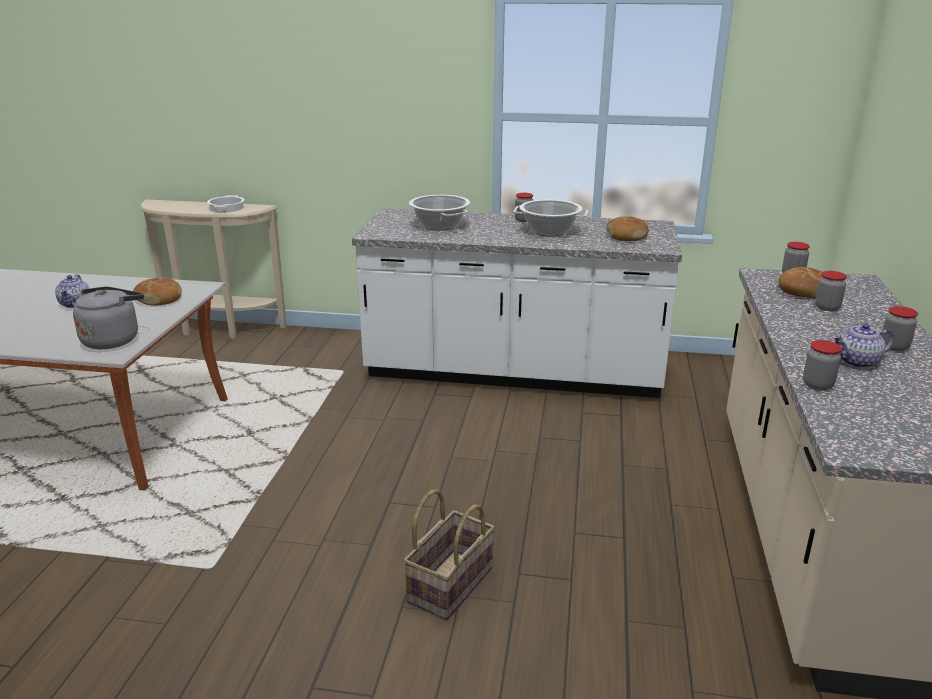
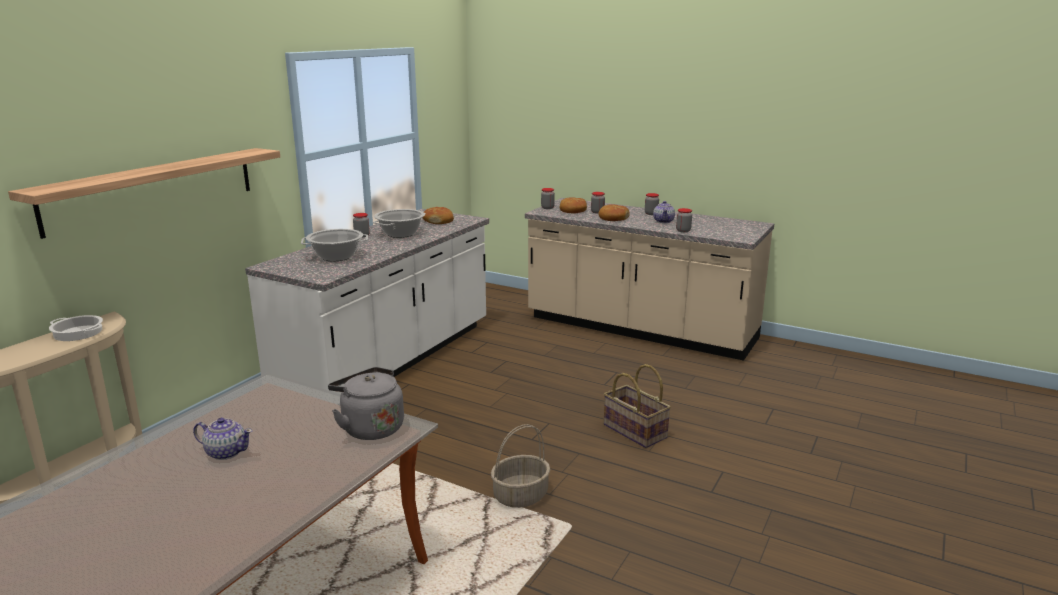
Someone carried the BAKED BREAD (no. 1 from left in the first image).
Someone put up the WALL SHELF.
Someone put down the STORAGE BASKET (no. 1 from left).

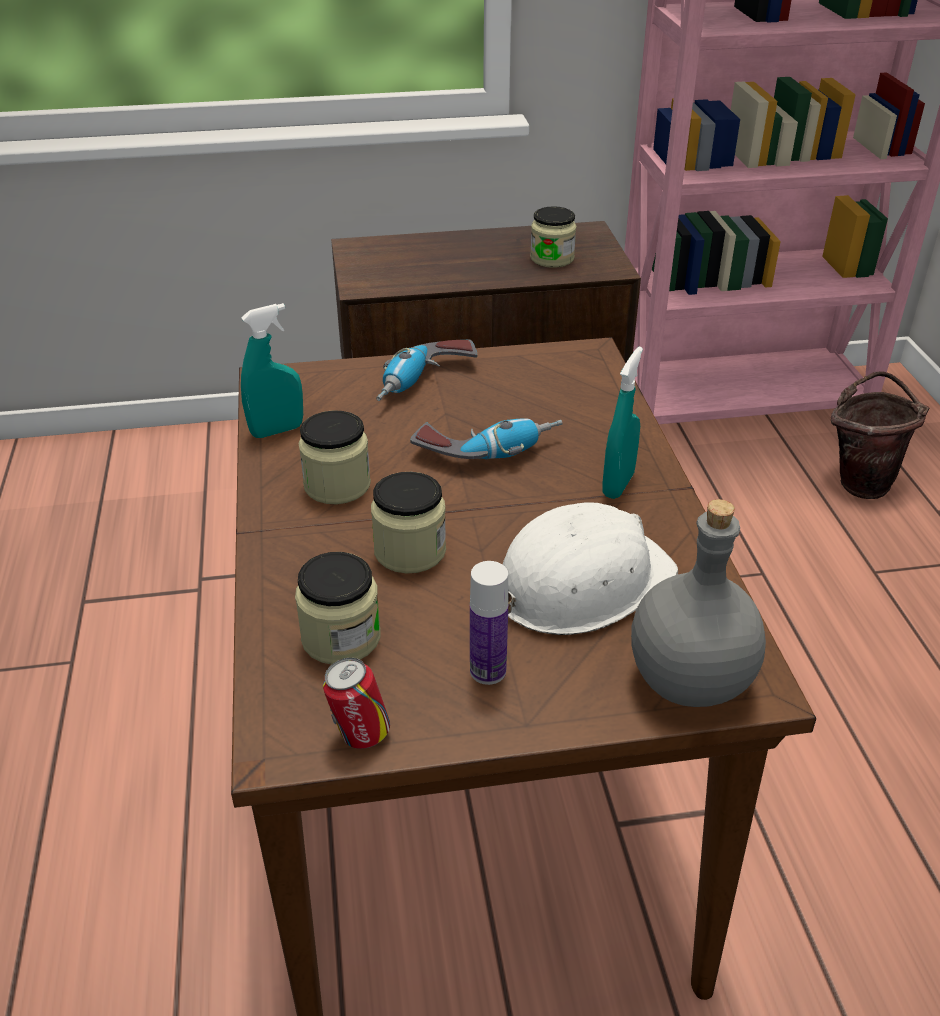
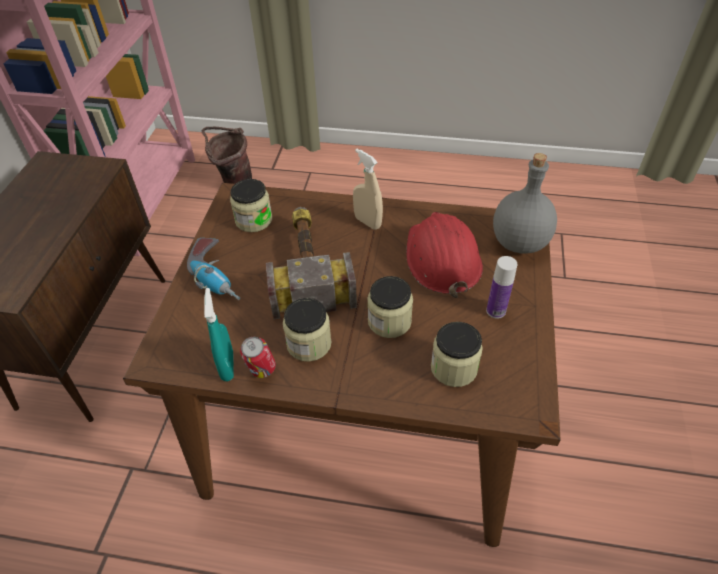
Someone carried the JAR (no. 4 from left in the first image).
Someone repainted the TURQUOISE-COLOURED HAND SPRAYER (no. 2 from left), which became the BEIGE HAND SPRAYER.
Someone swapped the DRILL (no. 2 from left) for the HAMMER.
Someone repainted the WHITE-COLOURED HARD HAT, which became the REDDISH HARD HAT.
Someone carried the CAN.

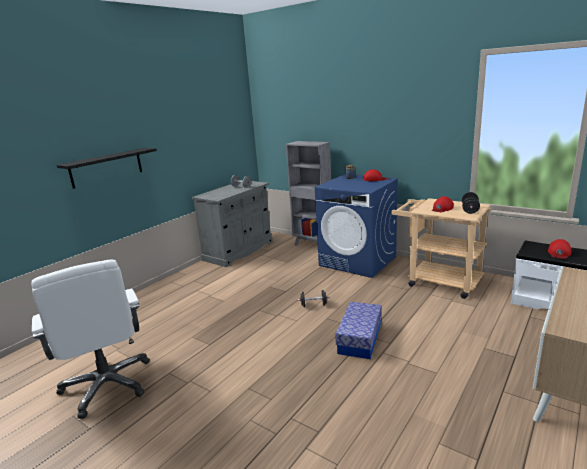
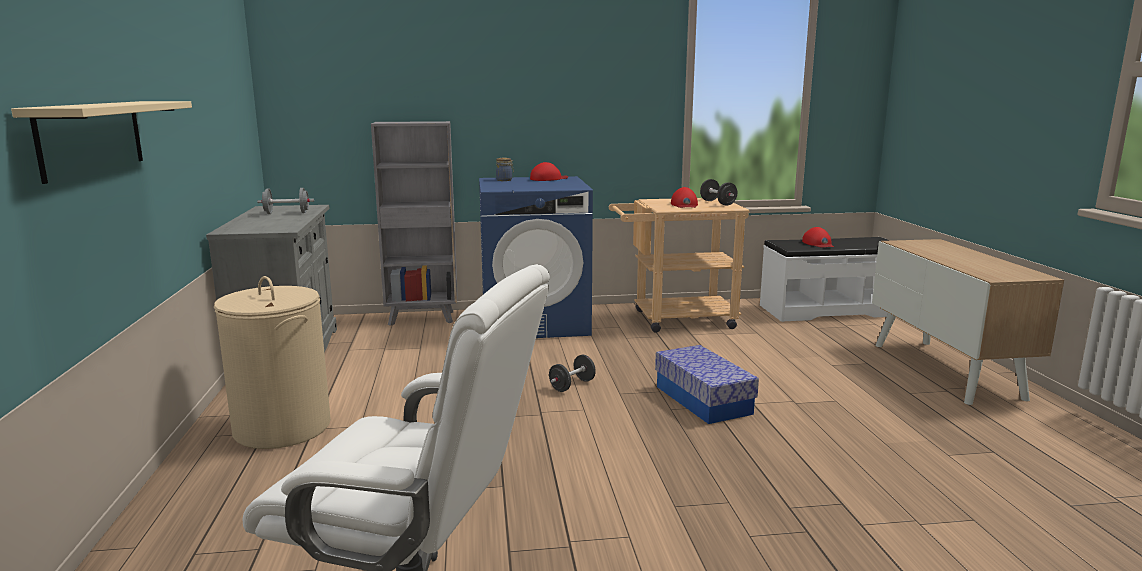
Someone repainted the BLACKISH WALL SHELF, which became the BEIGE WALL SHELF.
Someone put down the BEIGE LAUNDRY BASKET.

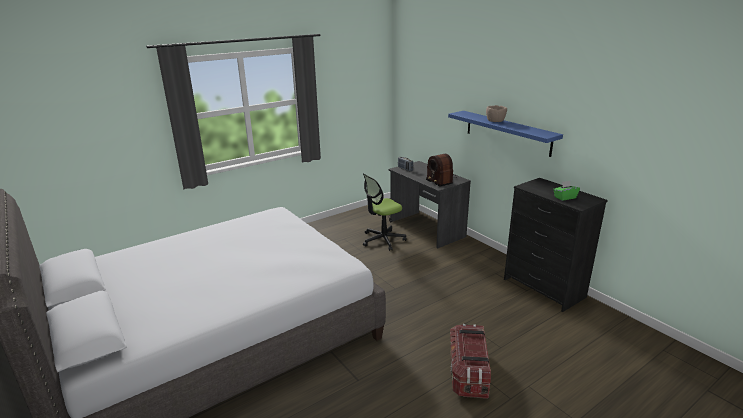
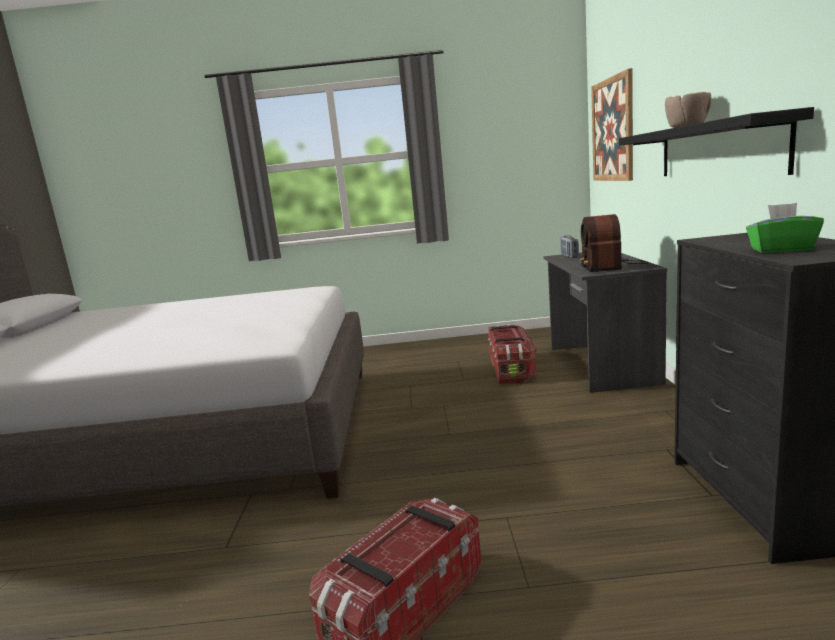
Someone repainted the BLUISH WALL SHELF, which became the BLACKISH WALL SHELF.
Someone swapped the COMPUTER CHAIR for the STORAGE BOX (no. 2 from left).
Someone put up the WALL ART.

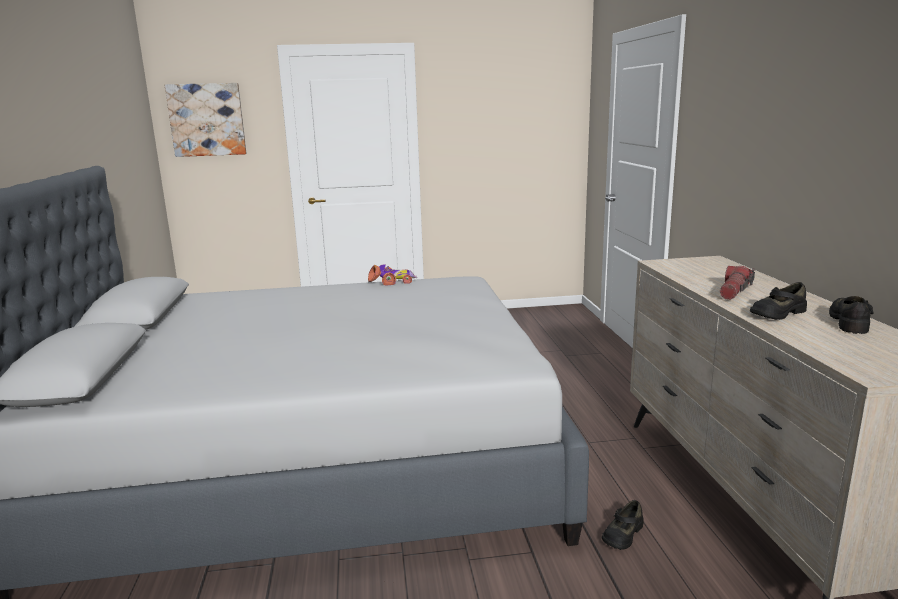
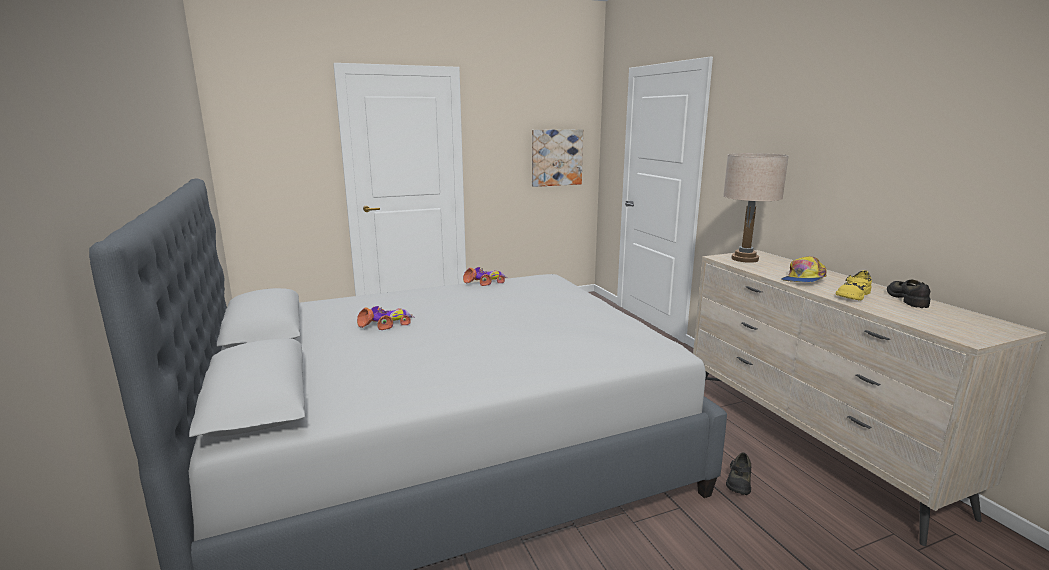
Someone carried the WALL ART.
Someone swapped the HAND TORCH for the BASEBALL CAP.
Someone repainted the BLACKISH LOW SHOE (no. 2 from left), which became the YELLOW LOW SHOE.
Someone put down the BEIGE LAMP FOR A TABLE.
Someone put down the MODEL CAR (no. 1 from left).

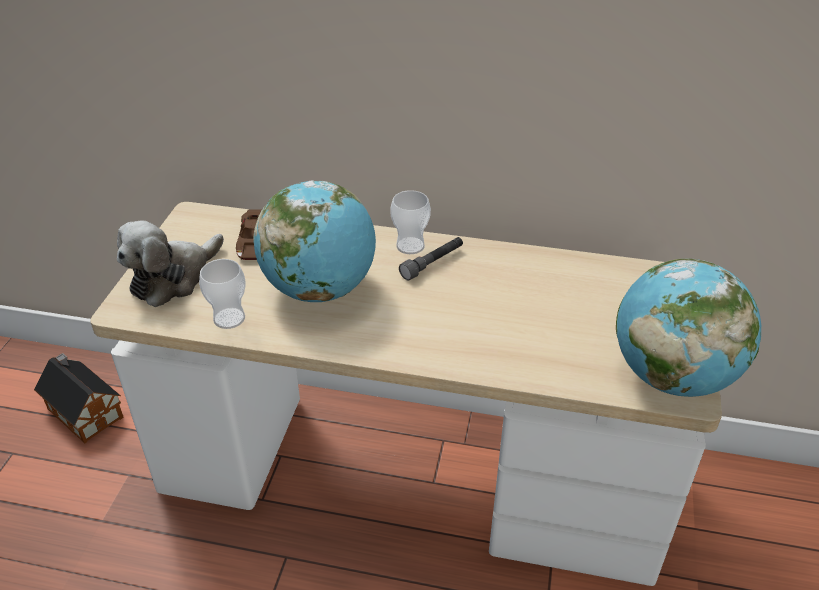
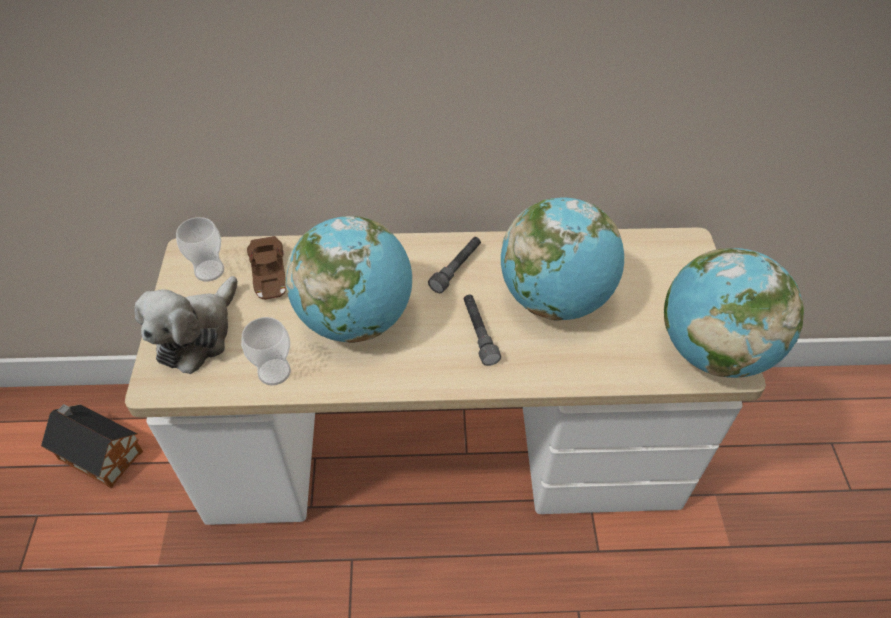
Someone carried the DRINKING CUP (no. 2 from left in the first image).
Someone put down the GLOBE (no. 2 from left).
Someone put down the GRAY HAND TORCH (no. 2 from left).

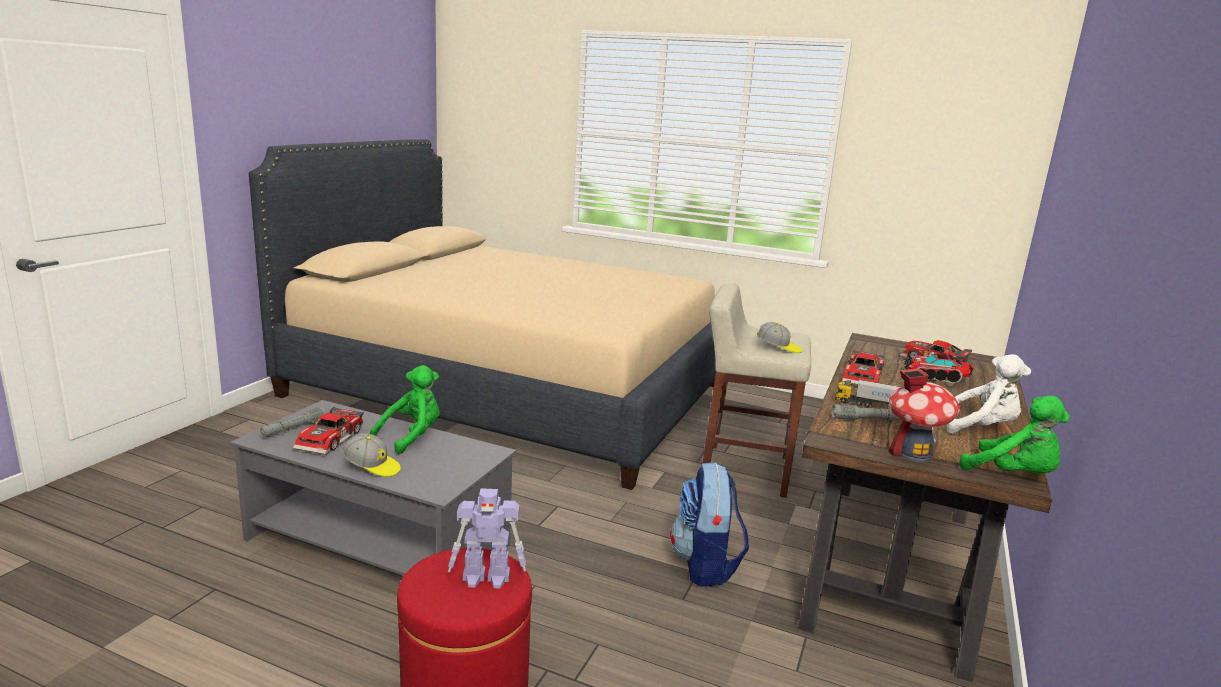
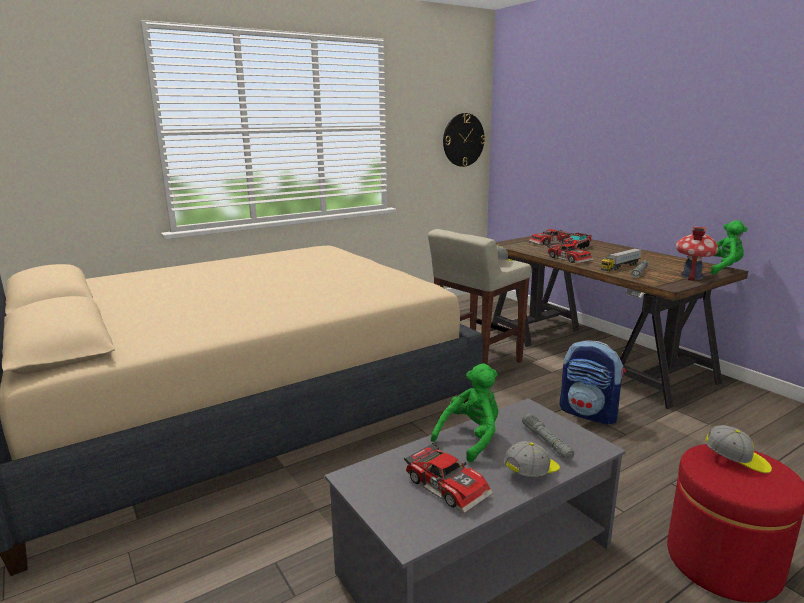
Someone took away the WHITE-COLOURED CUDDLY TOY.
Someone rotated the GREENISH CUDDLY TOY (no. 1 from left) by 60 degrees clockwise.
Someone carried the GRAY HAND TORCH (no. 1 from left).
Someone swapped the ROBOT FIGURE for the BASEBALL CAP (no. 3 from left).
Someone put up the HANGING CLOCK.

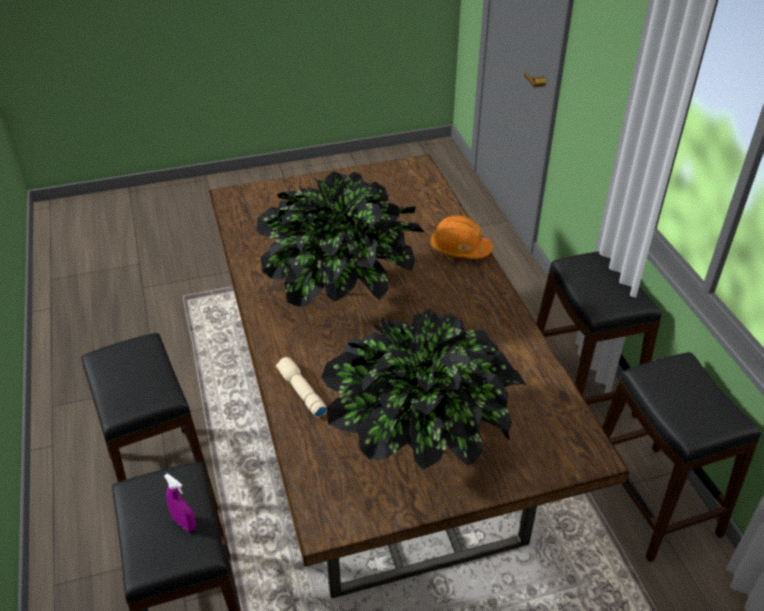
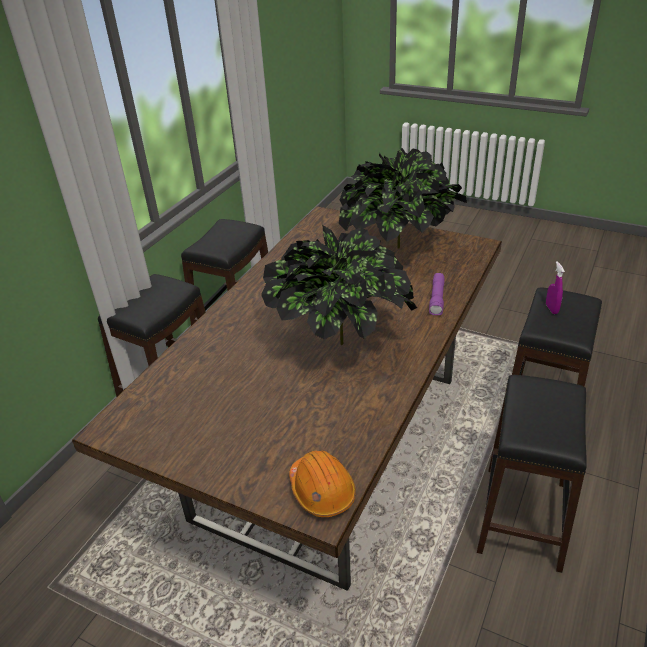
Someone carried the ORANGE HARD HAT.
Someone repainted the BEIGE HAND TORCH, which became the PURPLE HAND TORCH.

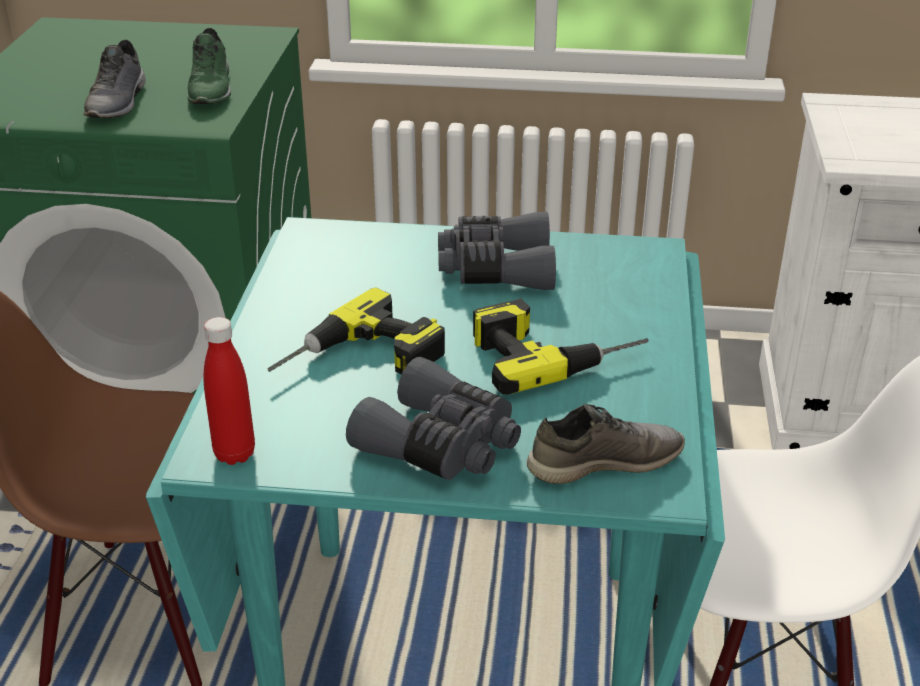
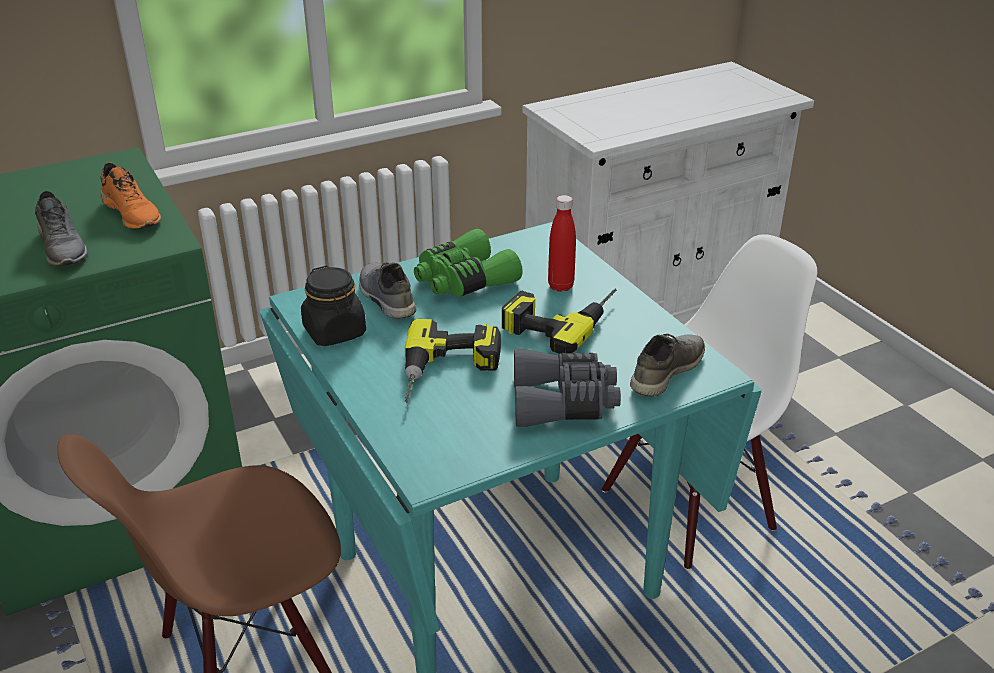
Someone repainted the GREENISH LOW SHOE, which became the ORANGE LOW SHOE.
Someone repainted the GRAY FIELD GLASSES (no. 2 from left), which became the GREENISH FIELD GLASSES.
Someone carried the REDDISH DRINK BOTTLE.
Someone put down the GRAY LOW SHOE (no. 2 from left).
Someone put down the BLACKISH JAR.

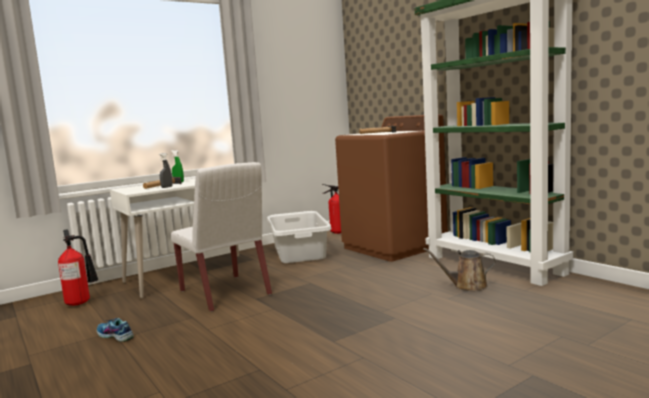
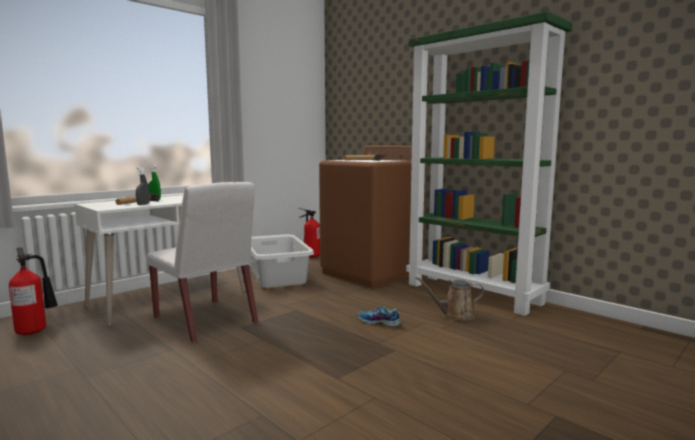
Someone carried the LOW SHOE.

